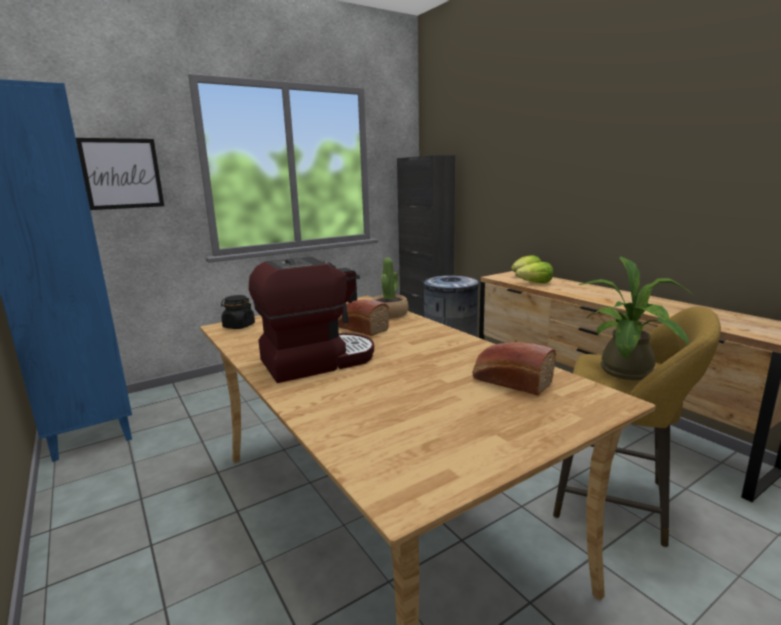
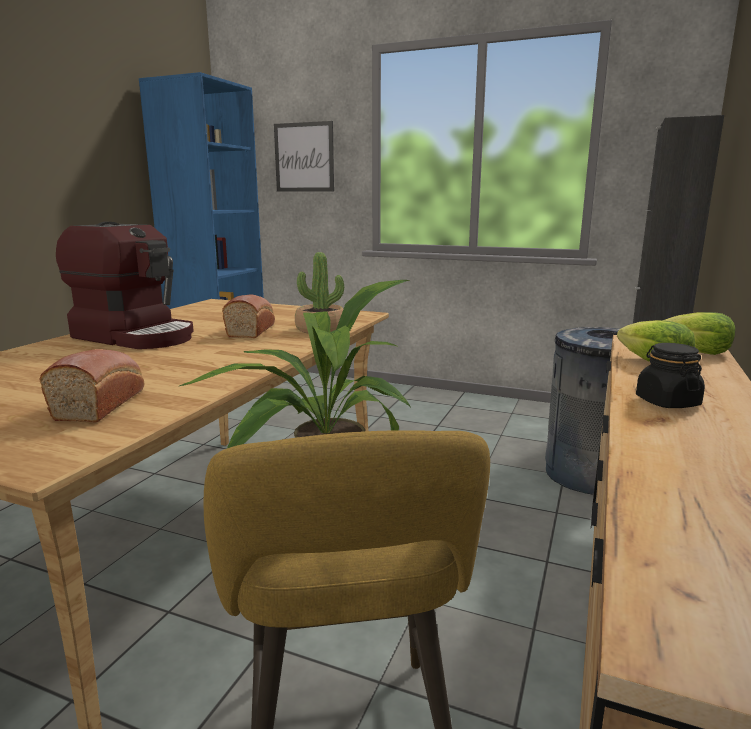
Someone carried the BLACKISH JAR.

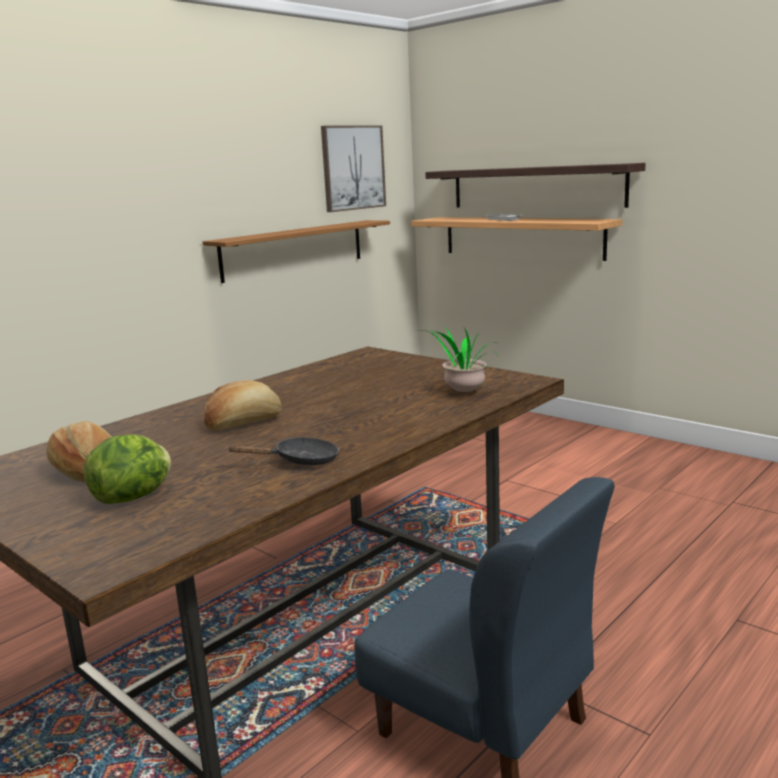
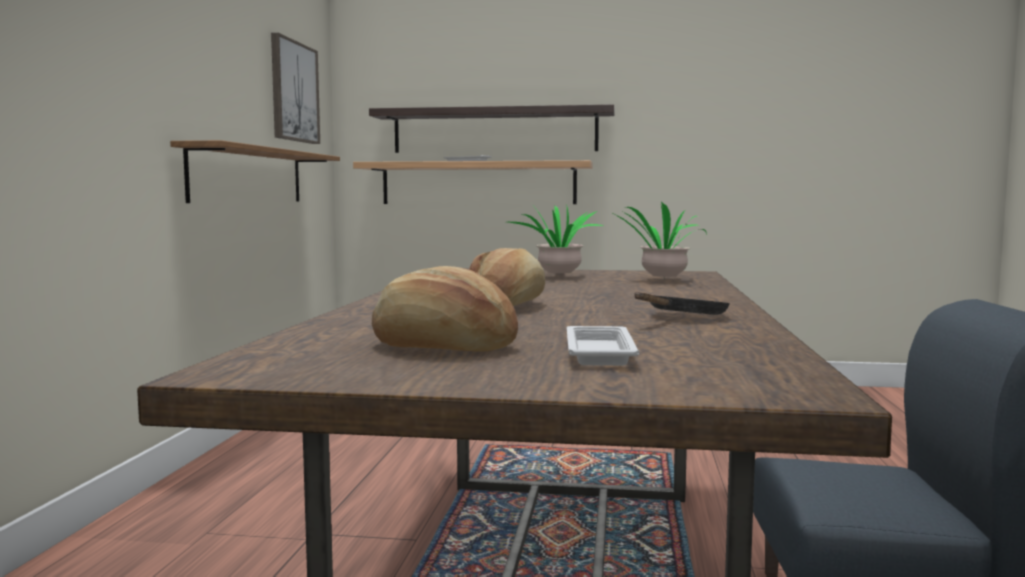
Someone swapped the HEAD OF LETTUCE for the WHITE-COLOURED SERVING TRAY (no. 2 from left).
Someone put down the HOUSEPLANT (no. 1 from left).

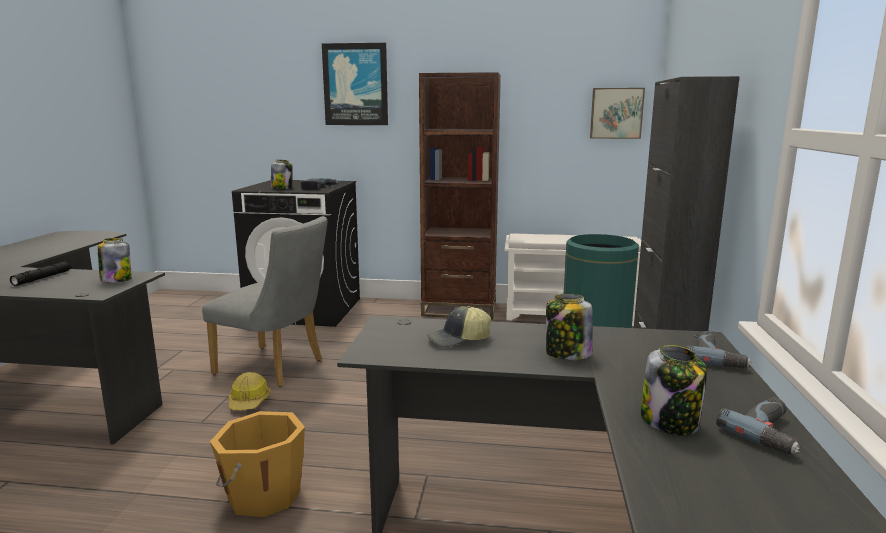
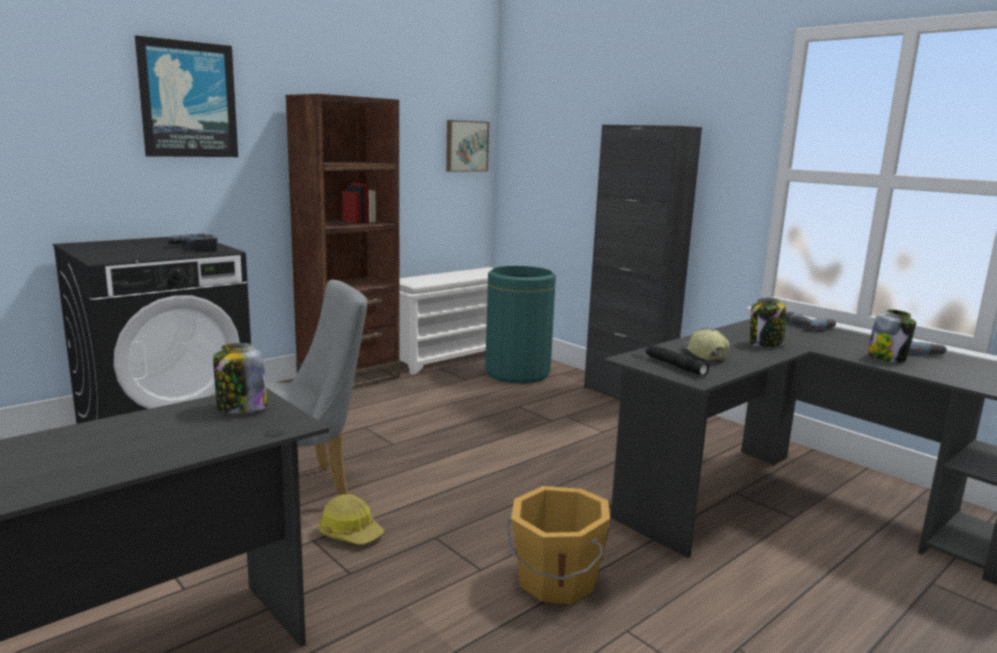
Someone took away the JAR (no. 2 from left).
Someone carried the BLACKISH HAND TORCH.
Someone rotated the BASEBALL CAP by 150 degrees clockwise.

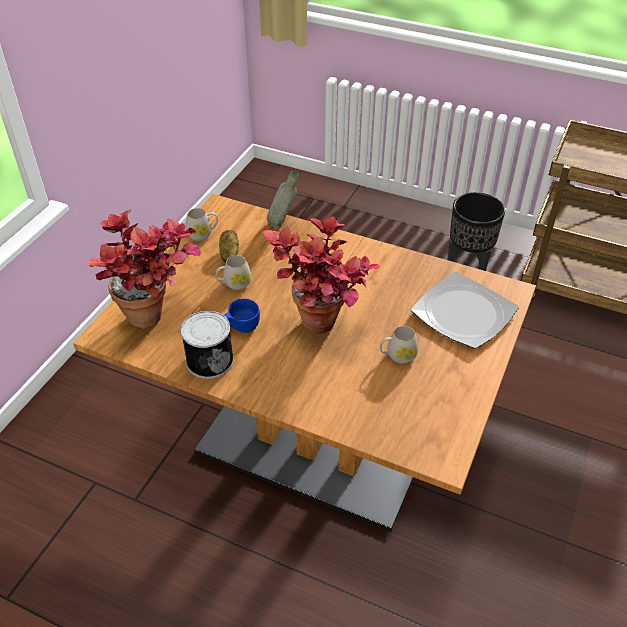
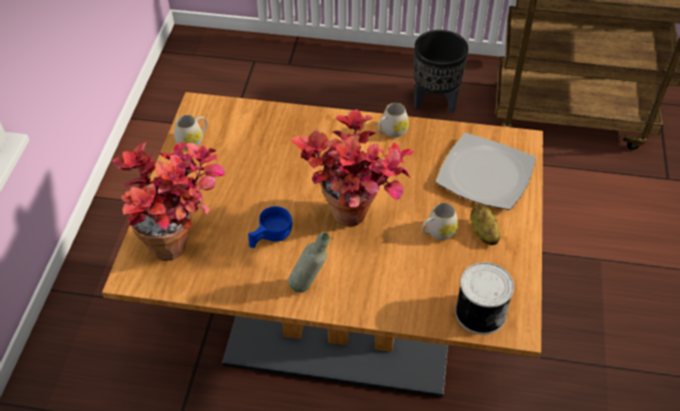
Someone carried the GRAY DRINK BOTTLE.
Someone carried the POTATO.
Someone carried the WHITE-COLOURED COFFEE MUG (no. 2 from left).
Someone carried the CAN.

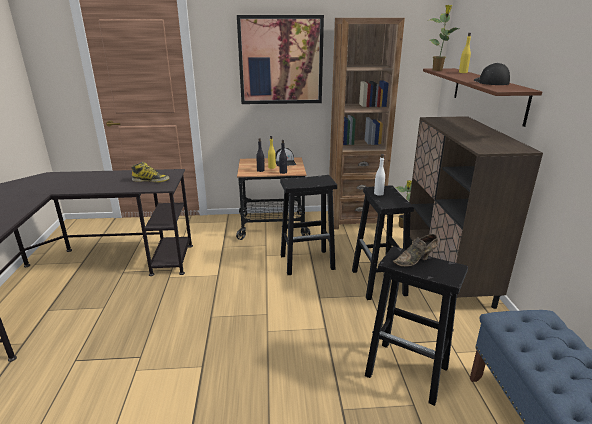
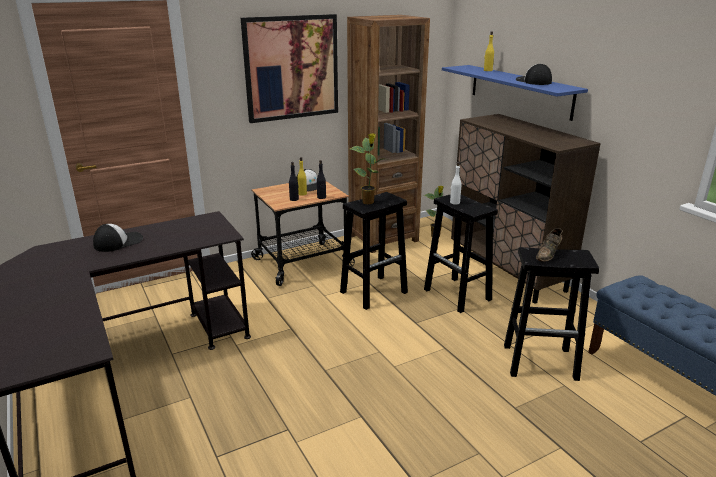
Someone carried the HOUSEPLANT (no. 2 from left in the first image).
Someone repainted the BROWN-COLOURED WALL SHELF, which became the BLUISH WALL SHELF.
Someone took away the BOOT.
Someone put down the BASEBALL CAP (no. 1 from left).

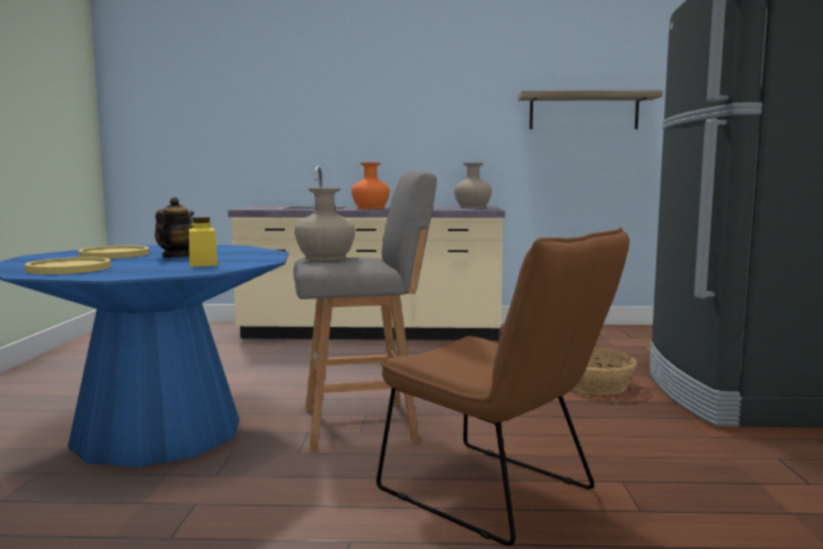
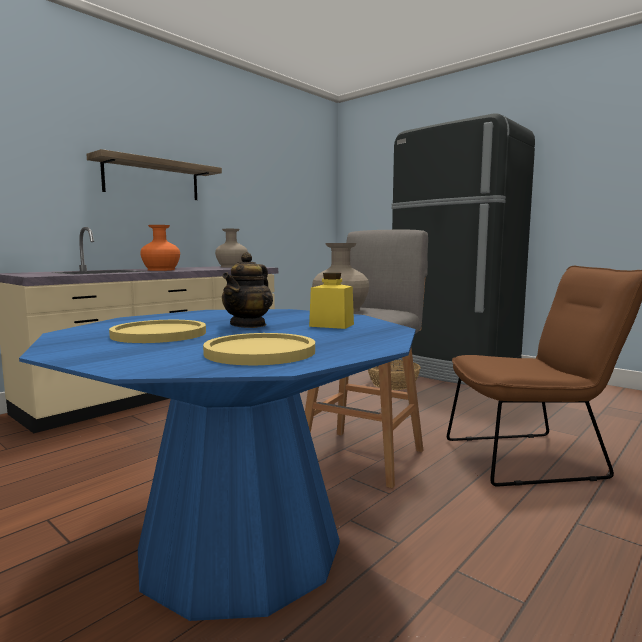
Someone carried the WALL SHELF.
Someone rotated the TEA POT by 120 degrees counterclockwise.

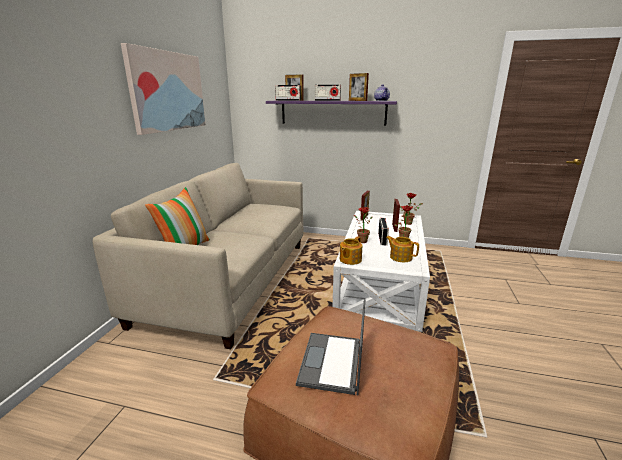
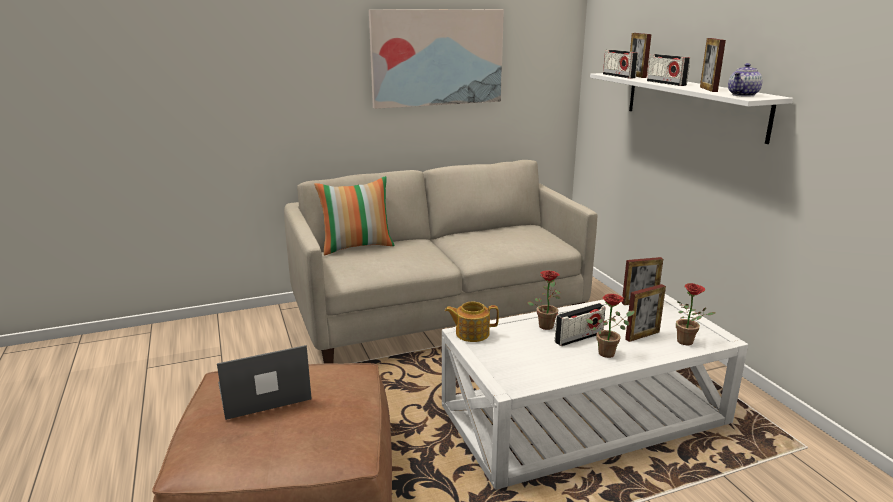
Someone repainted the PURPLE WALL SHELF, which became the WHITE-COLOURED WALL SHELF.
Someone took away the TEA POT (no. 3 from left).

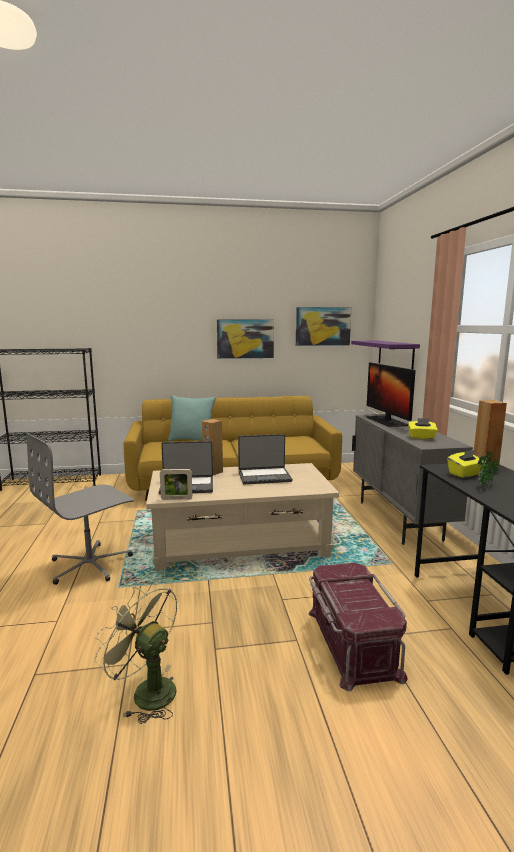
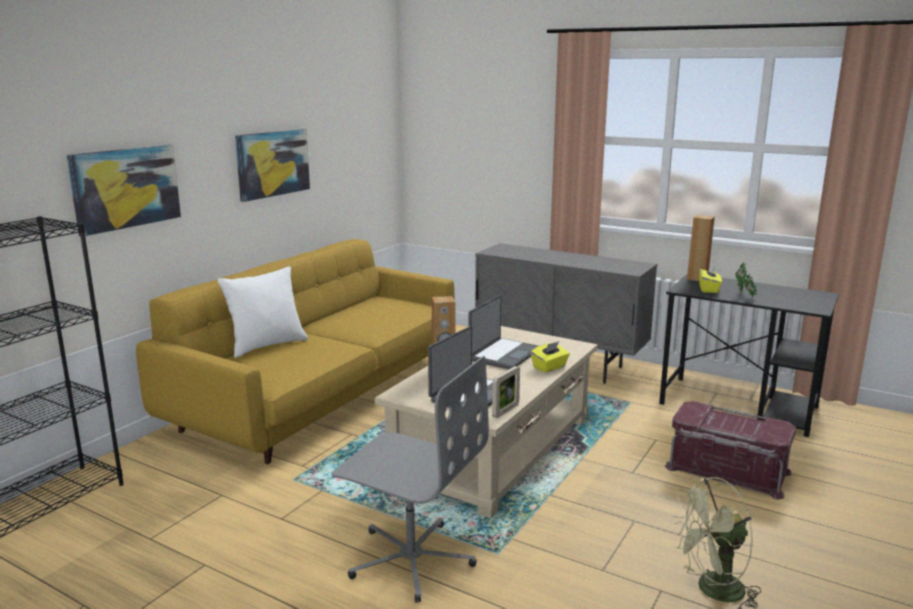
Someone carried the WALL ART (no. 2 from left in the first image).
Someone took away the PURPLE WALL SHELF.
Someone took away the COMPUTER DISPLAY.
Someone repainted the TURQUOISE-COLOURED CUSHION, which became the WHITE-COLOURED CUSHION.
Someone carried the YELLOW BOX OF TISSUES (no. 1 from left).
Someone rotated the GRAY COMPUTER CHAIR by 60 degrees counterclockwise.

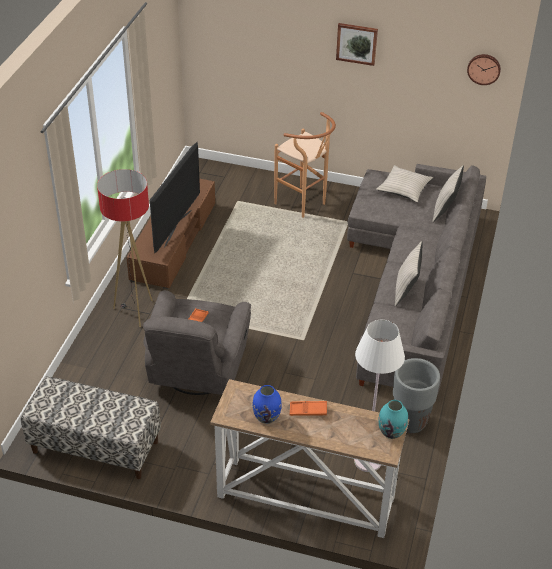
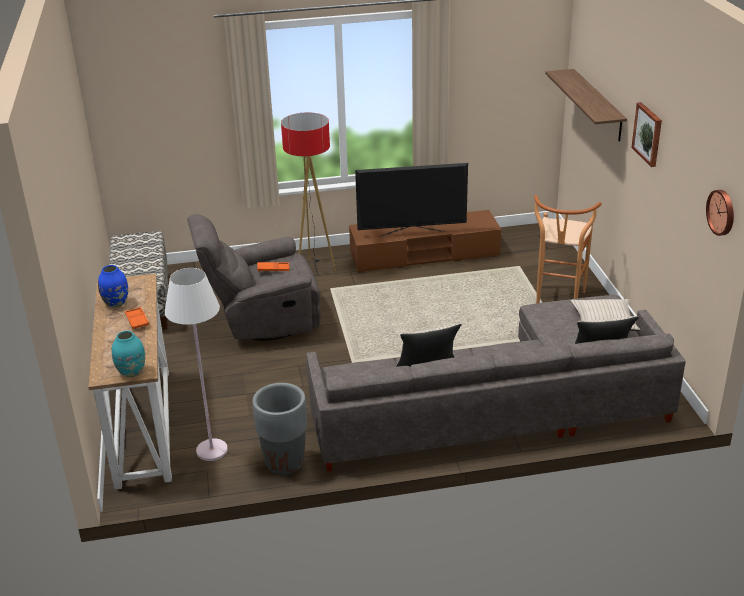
Someone put up the WALL SHELF.

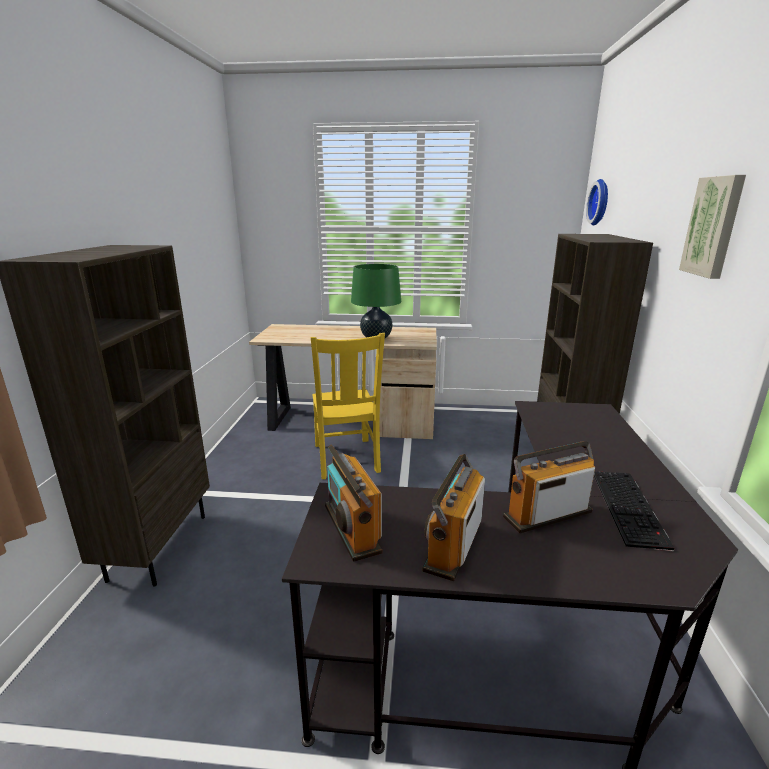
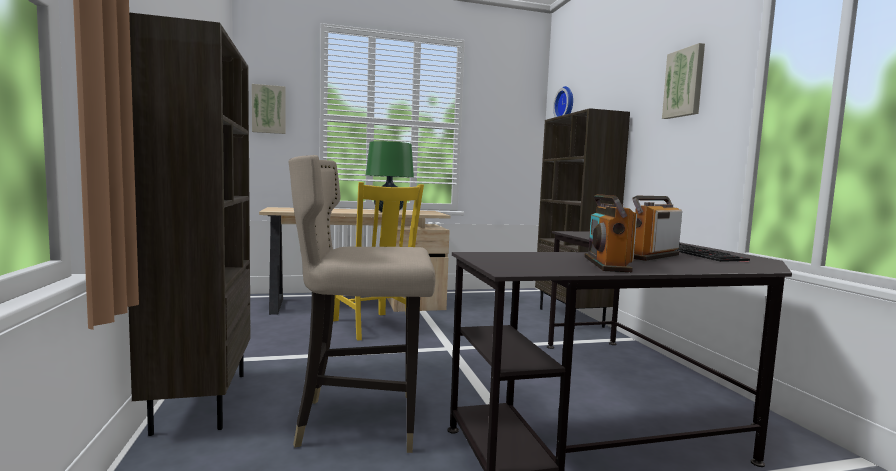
Someone took away the RADIO RECEIVER (no. 1 from left).
Someone put up the WALL ART (no. 1 from left).
Someone put down the BEIGE STOOL.

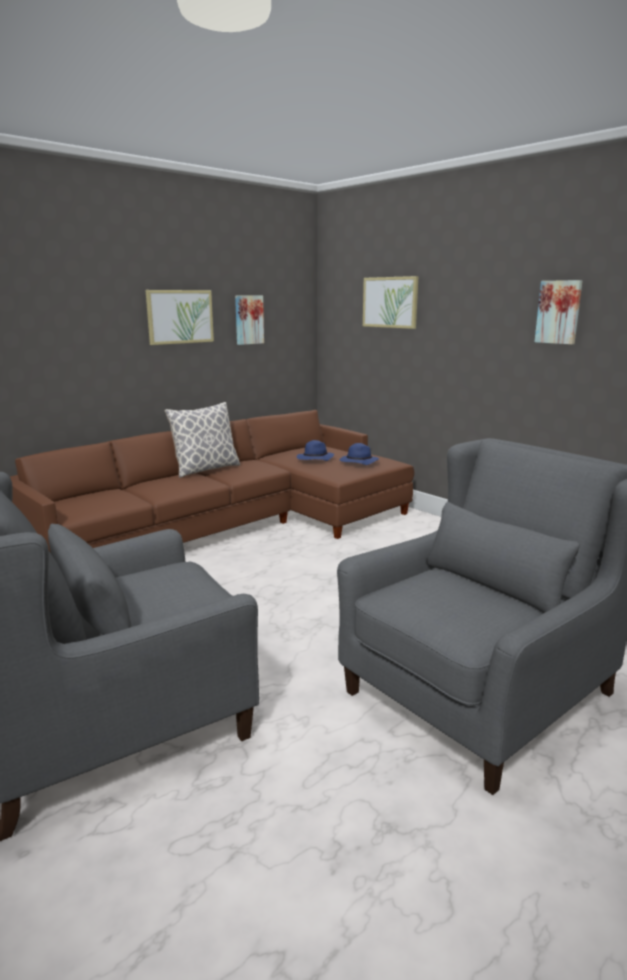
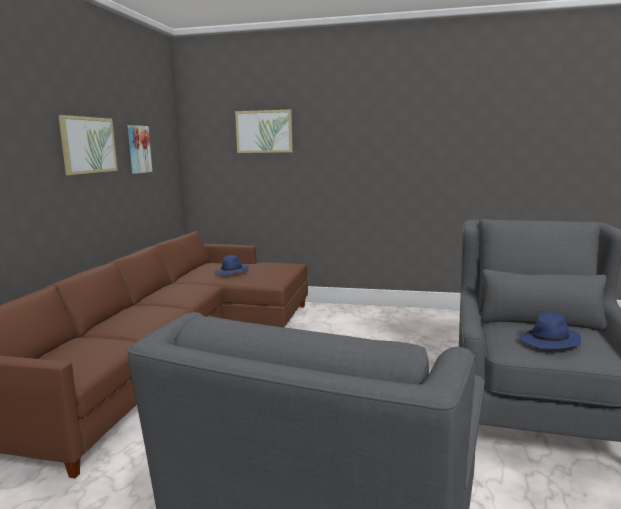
Someone took away the WALL ART (no. 4 from left).
Someone took away the CUSHION.
Someone carried the BLUISH CLOTHING HAT (no. 2 from left).

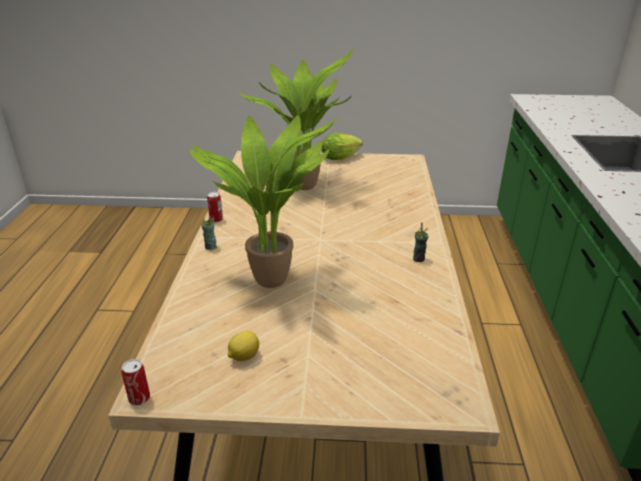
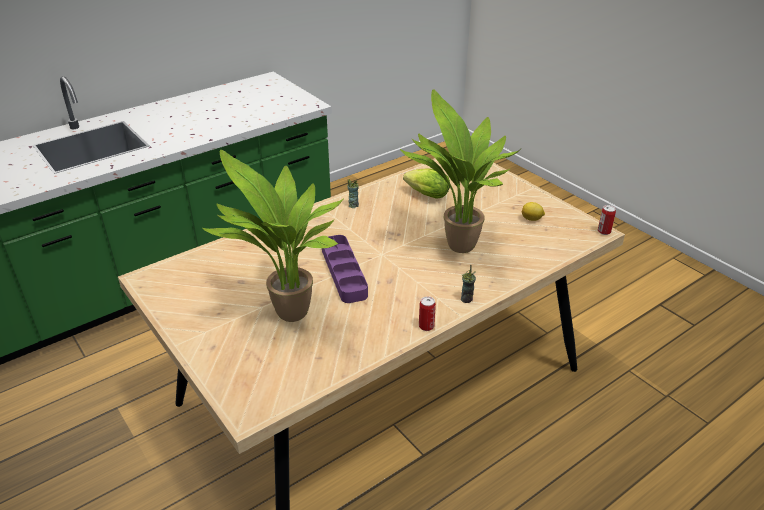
Someone carried the HEAD OF LETTUCE.
Someone put down the PURPLE SERVING TRAY.

